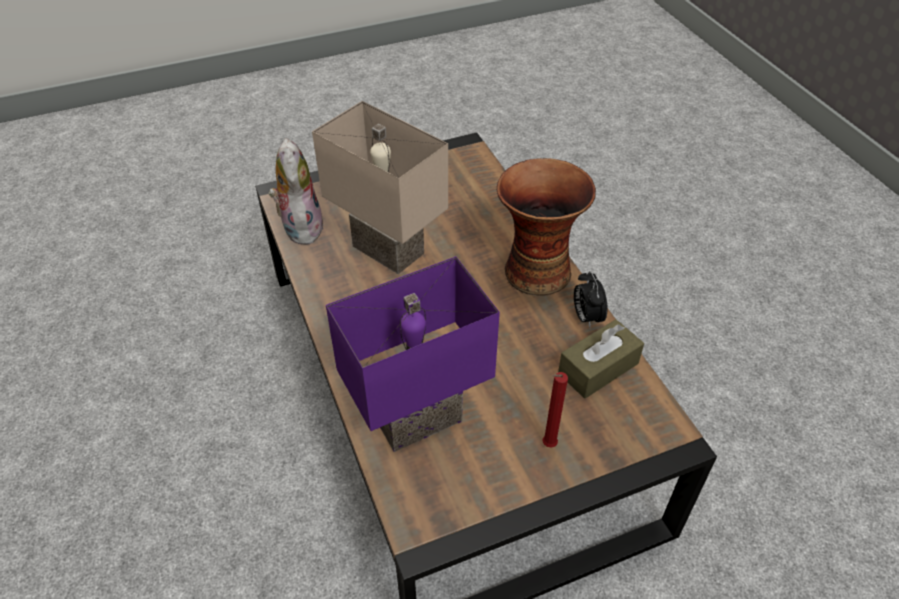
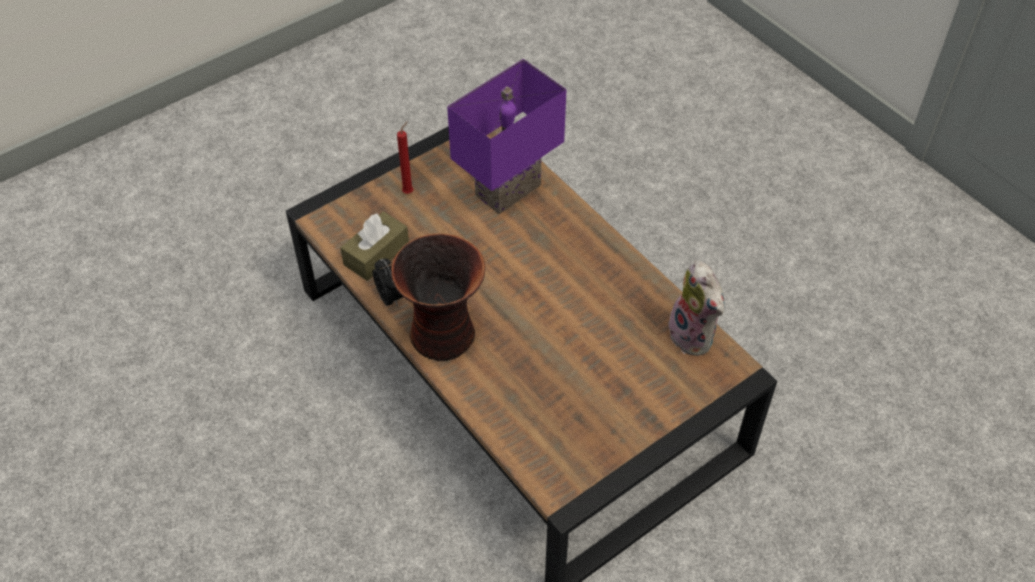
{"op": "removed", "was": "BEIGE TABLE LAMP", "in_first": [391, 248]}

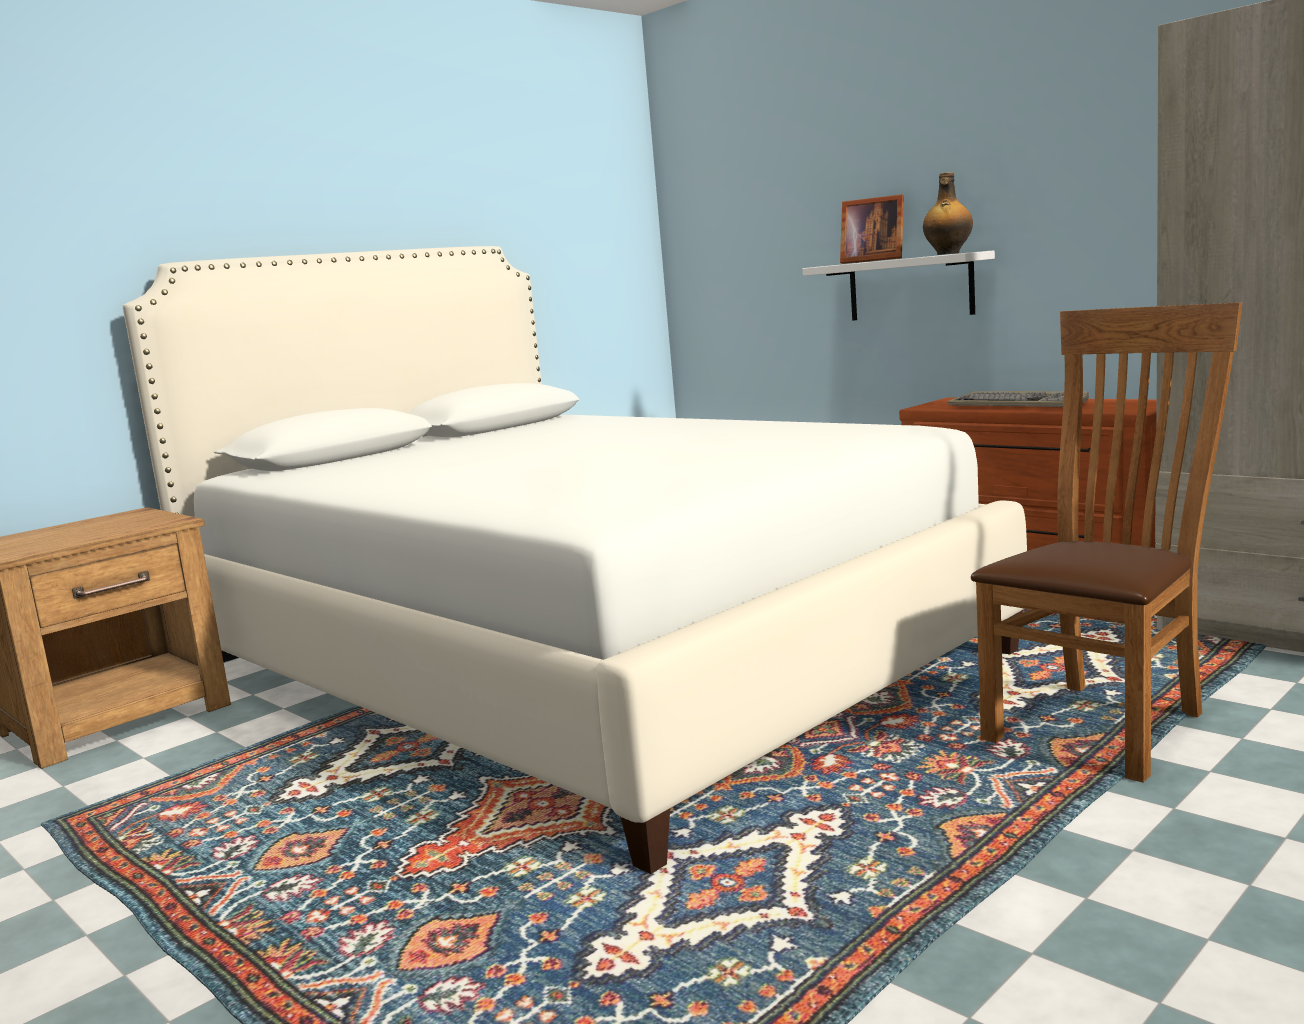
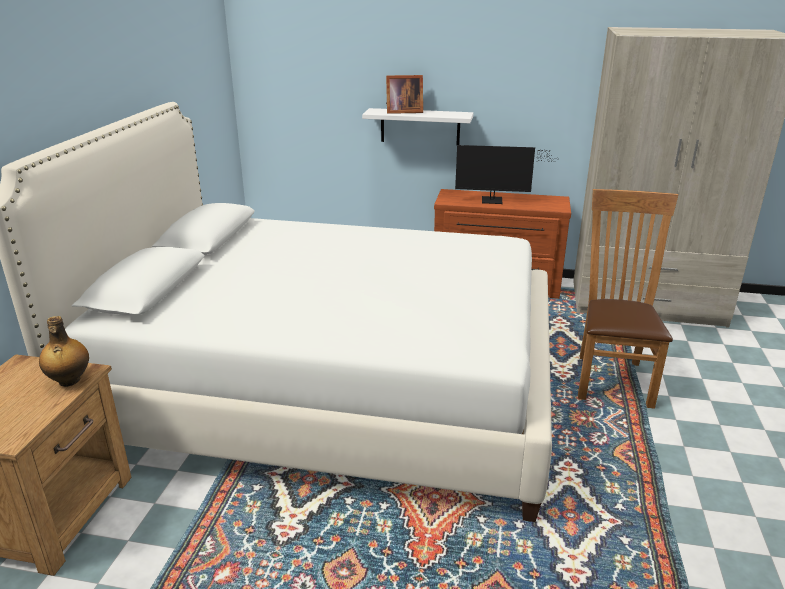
{"op": "moved", "was": "BOTTLE", "in_first": [948, 254], "in_second": [69, 381]}
{"op": "replaced", "was": "KEYBOARD", "now": "MONITOR", "in_first": [1019, 405], "in_second": [495, 200]}

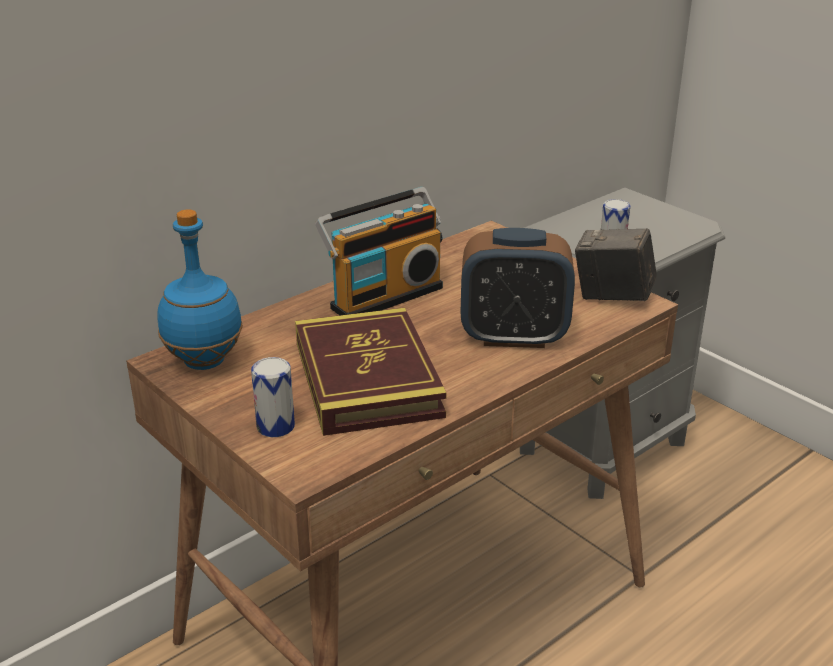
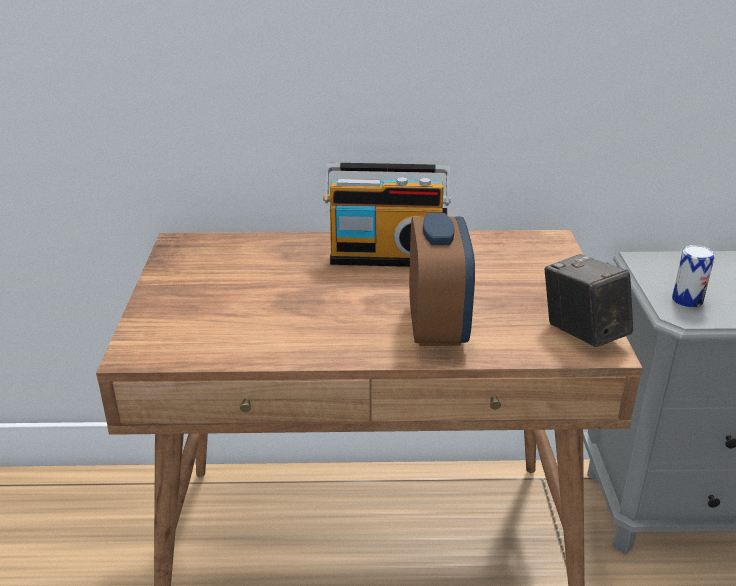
{"op": "removed", "was": "BLUE BOTTLE", "in_first": [204, 362]}
{"op": "turned", "was": "ALARM CLOCK", "in_first": [513, 336], "in_second": [437, 328], "clockwise": -135}
{"op": "removed", "was": "BOOK", "in_first": [367, 379]}
{"op": "removed", "was": "CAN", "in_first": [275, 426]}

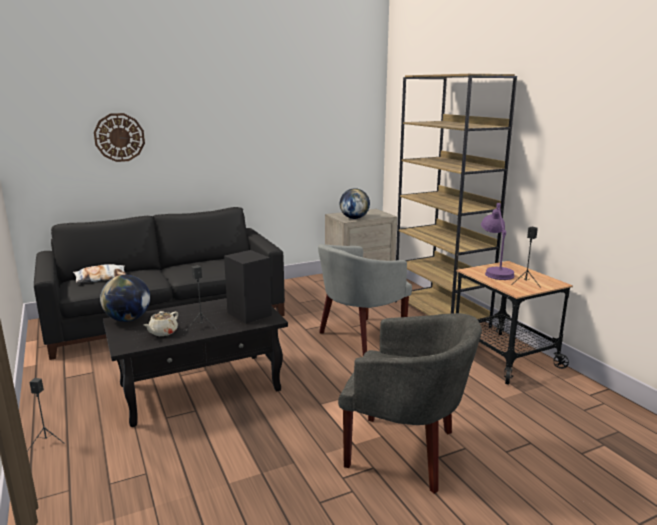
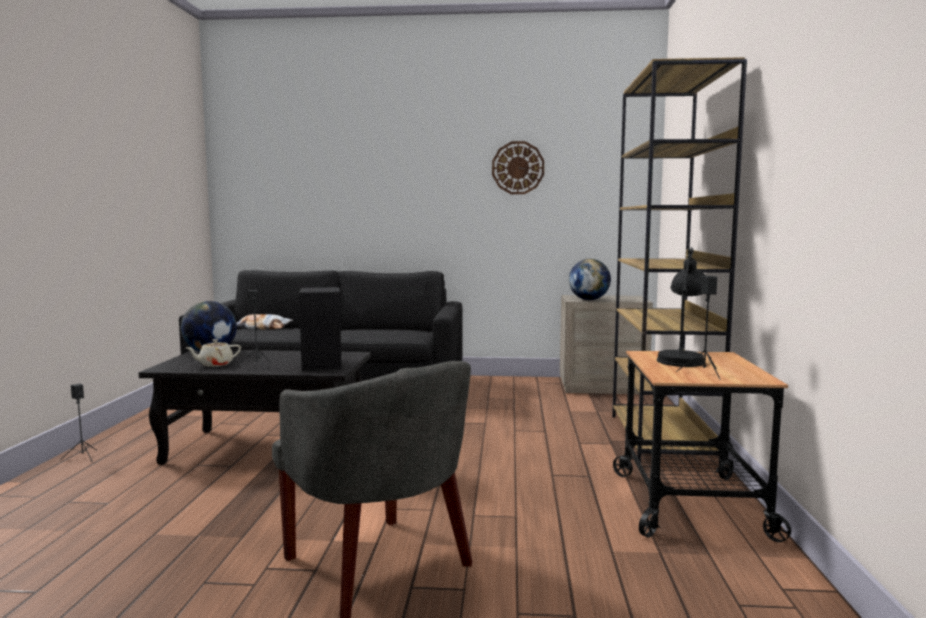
{"op": "moved", "was": "WALL CLOCK", "in_first": [119, 137], "in_second": [518, 168]}
{"op": "recoloured", "was": "PURPLE TABLE LAMP", "now": "BLACK TABLE LAMP", "in_first": [494, 271], "in_second": [683, 357]}
{"op": "removed", "was": "GREY ARMCHAIR", "in_first": [360, 336]}

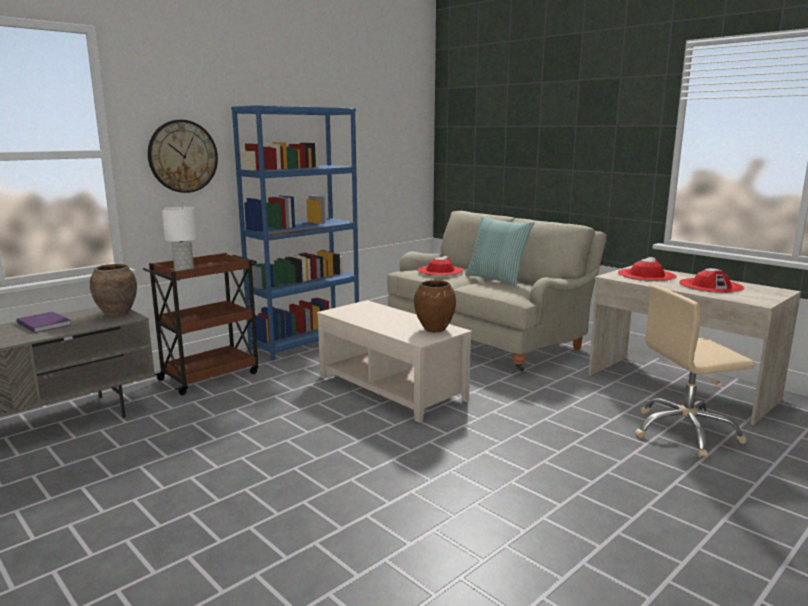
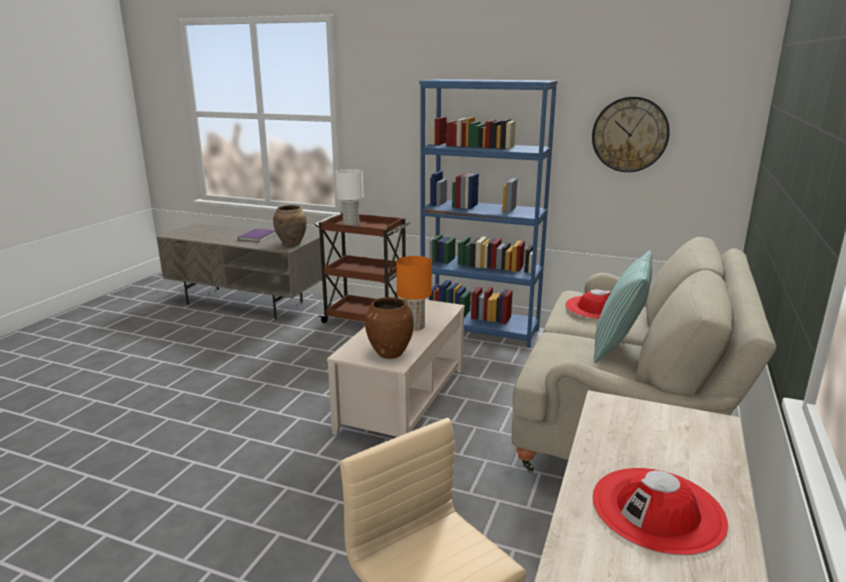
{"op": "moved", "was": "WALL CLOCK", "in_first": [183, 156], "in_second": [630, 134]}
{"op": "removed", "was": "RED HAT", "in_first": [646, 275]}
{"op": "added", "now": "ORANGE TABLE LAMP", "in_second": [415, 326]}

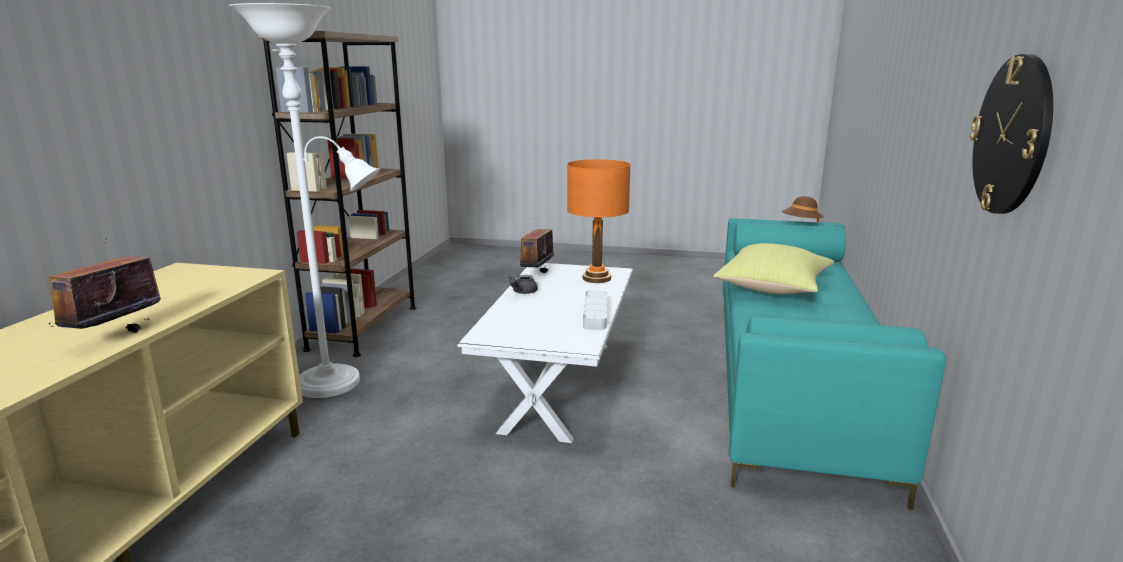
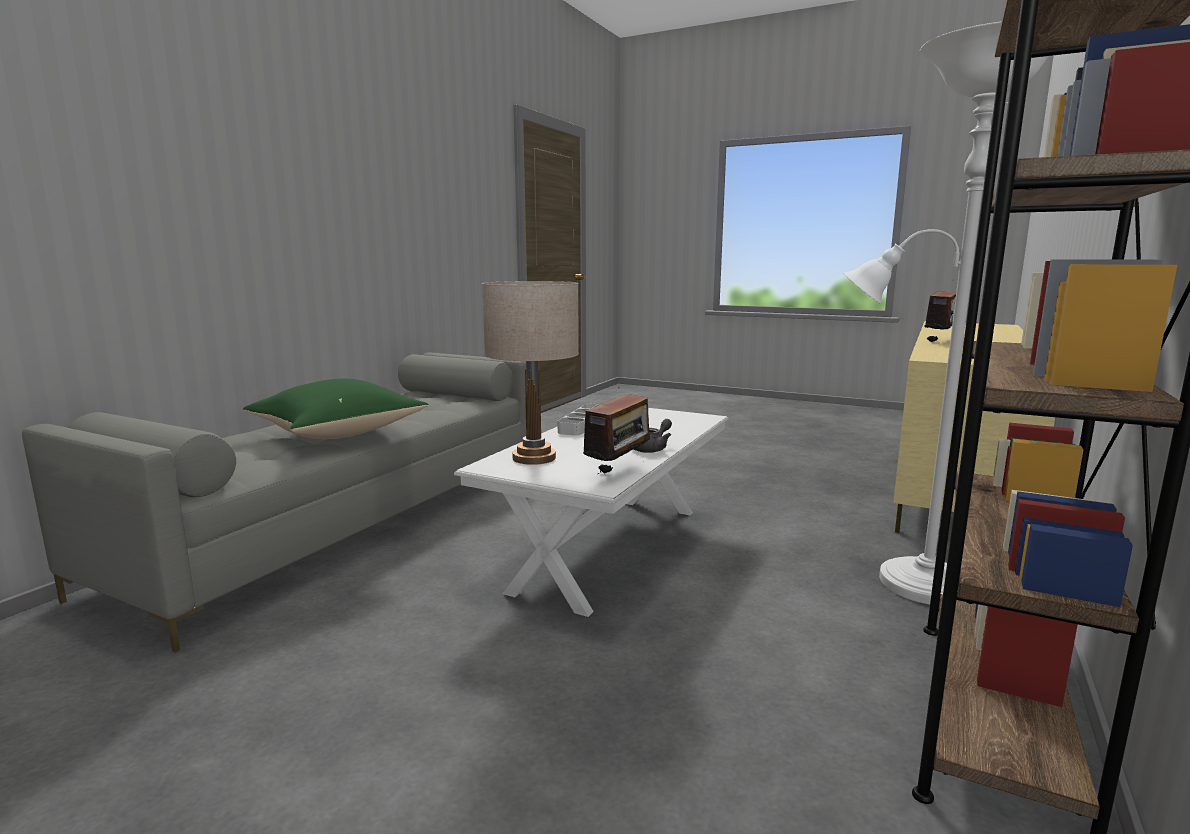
{"op": "removed", "was": "WALL CLOCK", "in_first": [1012, 135]}
{"op": "recoloured", "was": "ORANGE TABLE LAMP", "now": "BEIGE TABLE LAMP", "in_first": [596, 278], "in_second": [534, 458]}
{"op": "removed", "was": "BROWN HAT", "in_first": [801, 224]}
{"op": "recoloured", "was": "TURQUOISE SOFA", "now": "GREY SOFA", "in_first": [792, 382], "in_second": [349, 520]}
{"op": "recoloured", "was": "YELLOW PILLOW", "now": "GREEN PILLOW", "in_first": [773, 290], "in_second": [339, 434]}

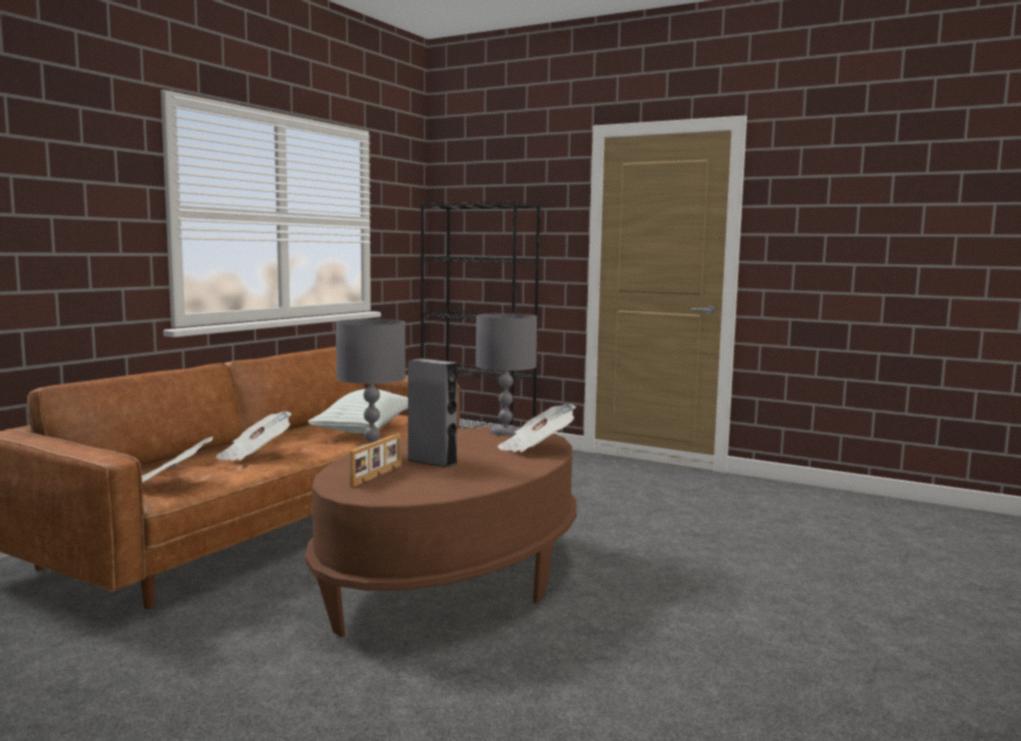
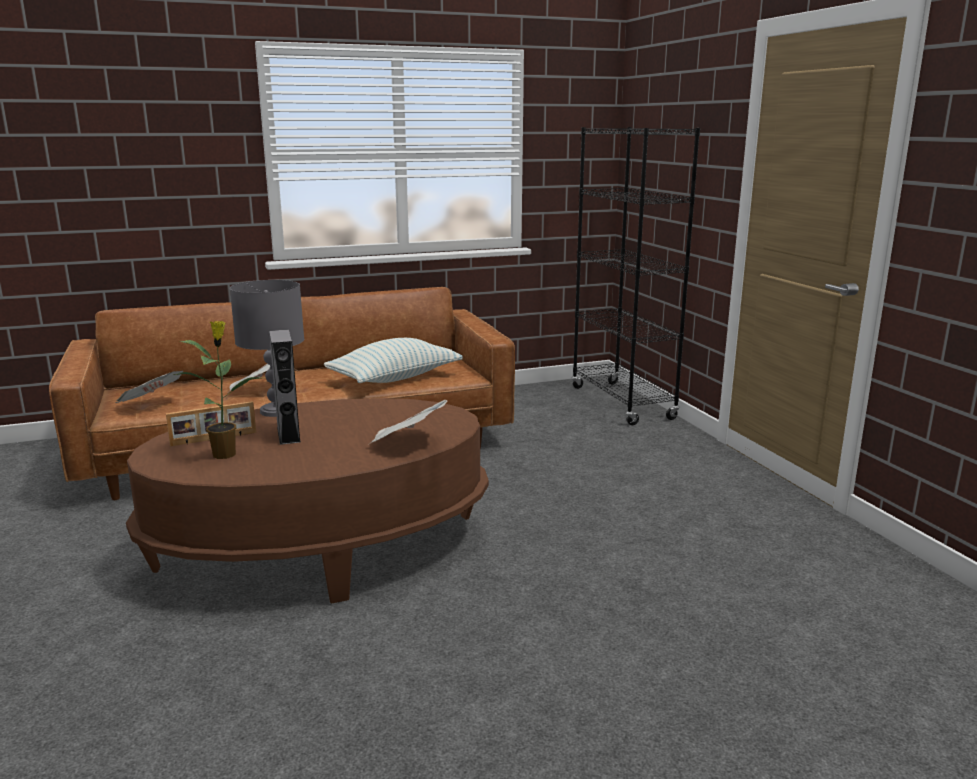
{"op": "removed", "was": "GREY TABLE LAMP", "in_first": [504, 432]}
{"op": "added", "now": "POTTED PLANT", "in_second": [225, 454]}

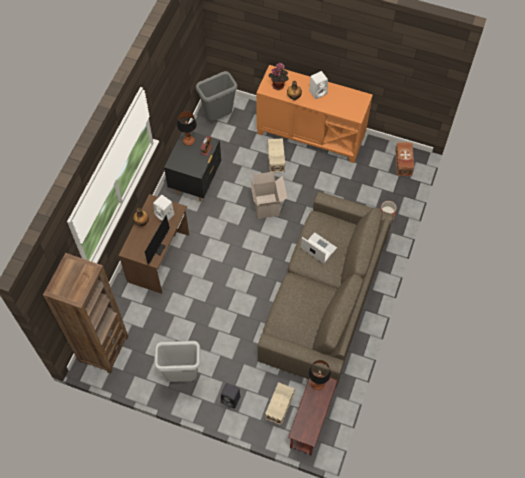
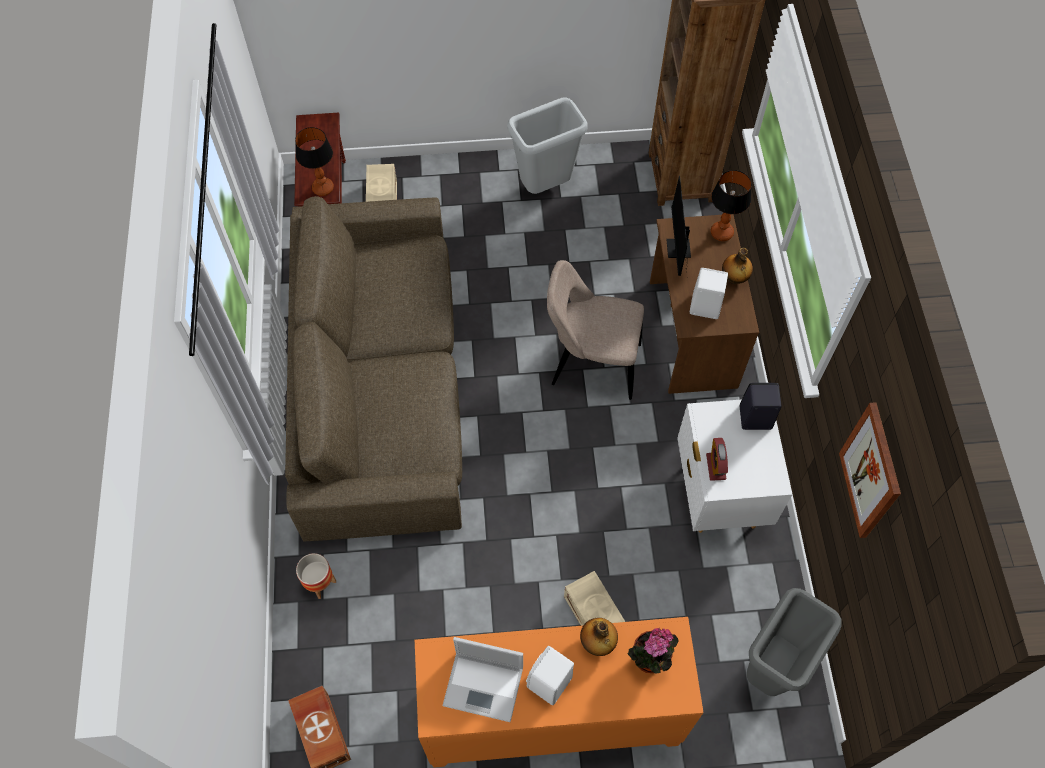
{"op": "moved", "was": "TABLE LAMP", "in_first": [188, 141], "in_second": [722, 232]}
{"op": "recoloured", "was": "BLACK NIGHTSTAND", "now": "WHITE NIGHTSTAND", "in_first": [195, 183], "in_second": [719, 495]}
{"op": "removed", "was": "CARDBOARD BOX", "in_first": [267, 206]}
{"op": "moved", "was": "LAPTOP", "in_first": [318, 248], "in_second": [485, 686]}
{"op": "moved", "was": "BLACK SPEAKER", "in_first": [231, 399], "in_second": [754, 418]}
{"op": "added", "now": "BEIGE CHAIR", "in_second": [591, 364]}
{"op": "added", "now": "PICTURE", "in_second": [871, 471]}

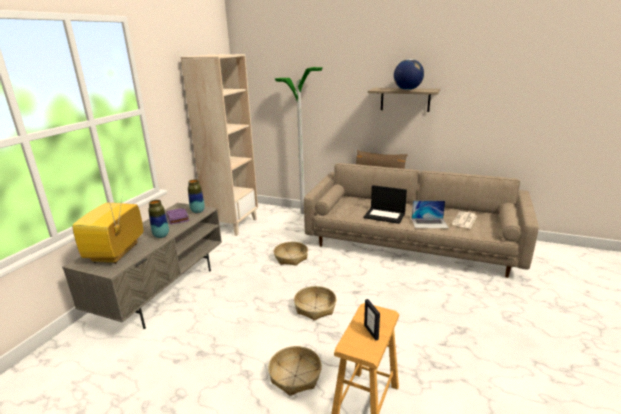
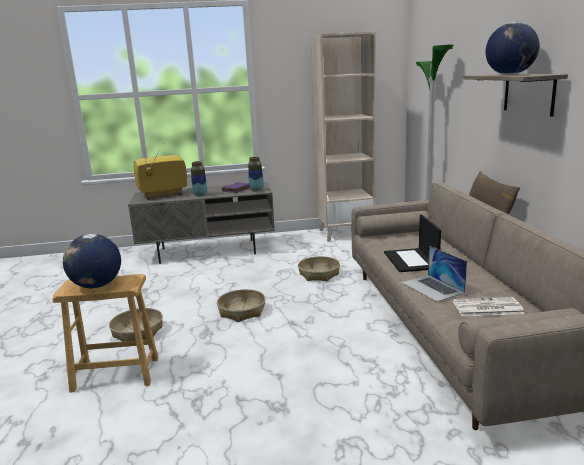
{"op": "replaced", "was": "PICTURE FRAME", "now": "GLOBE", "in_first": [371, 332], "in_second": [96, 286]}

